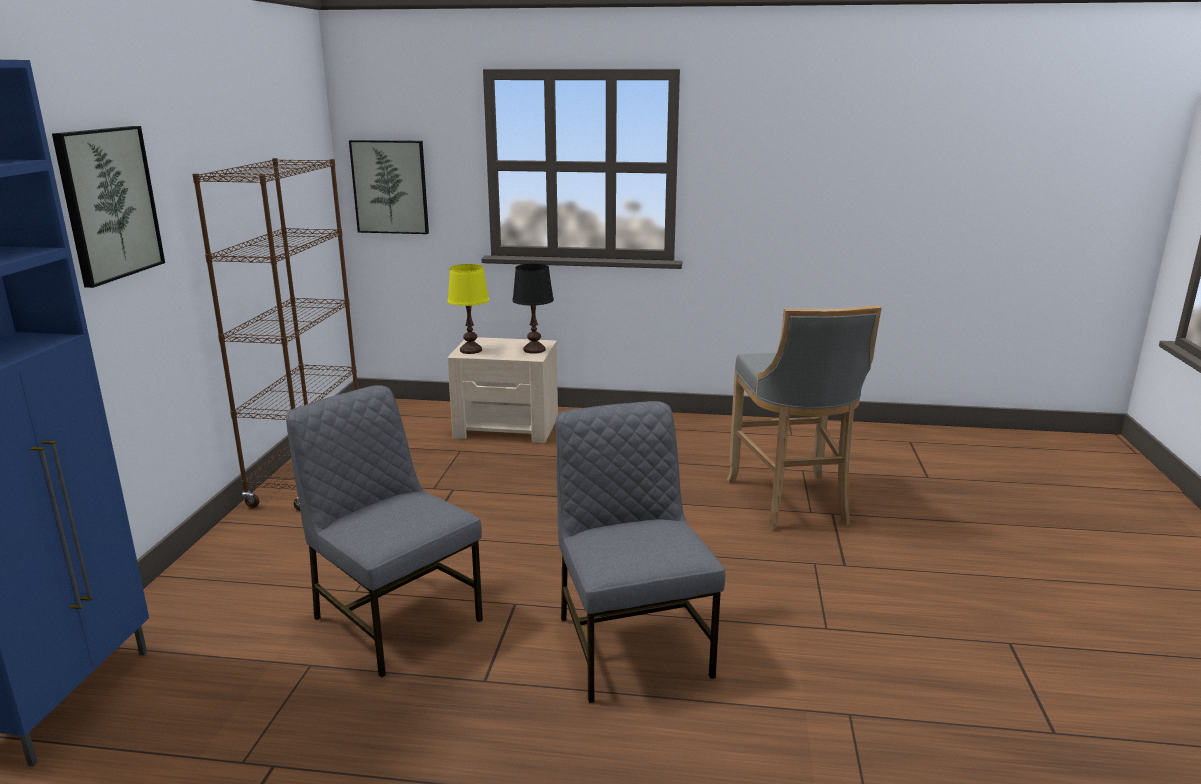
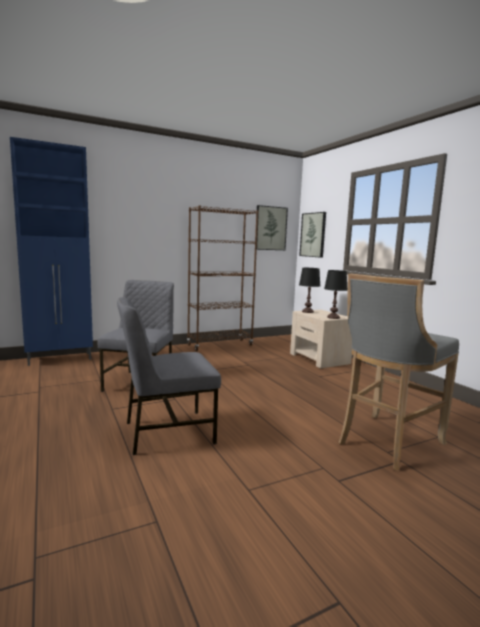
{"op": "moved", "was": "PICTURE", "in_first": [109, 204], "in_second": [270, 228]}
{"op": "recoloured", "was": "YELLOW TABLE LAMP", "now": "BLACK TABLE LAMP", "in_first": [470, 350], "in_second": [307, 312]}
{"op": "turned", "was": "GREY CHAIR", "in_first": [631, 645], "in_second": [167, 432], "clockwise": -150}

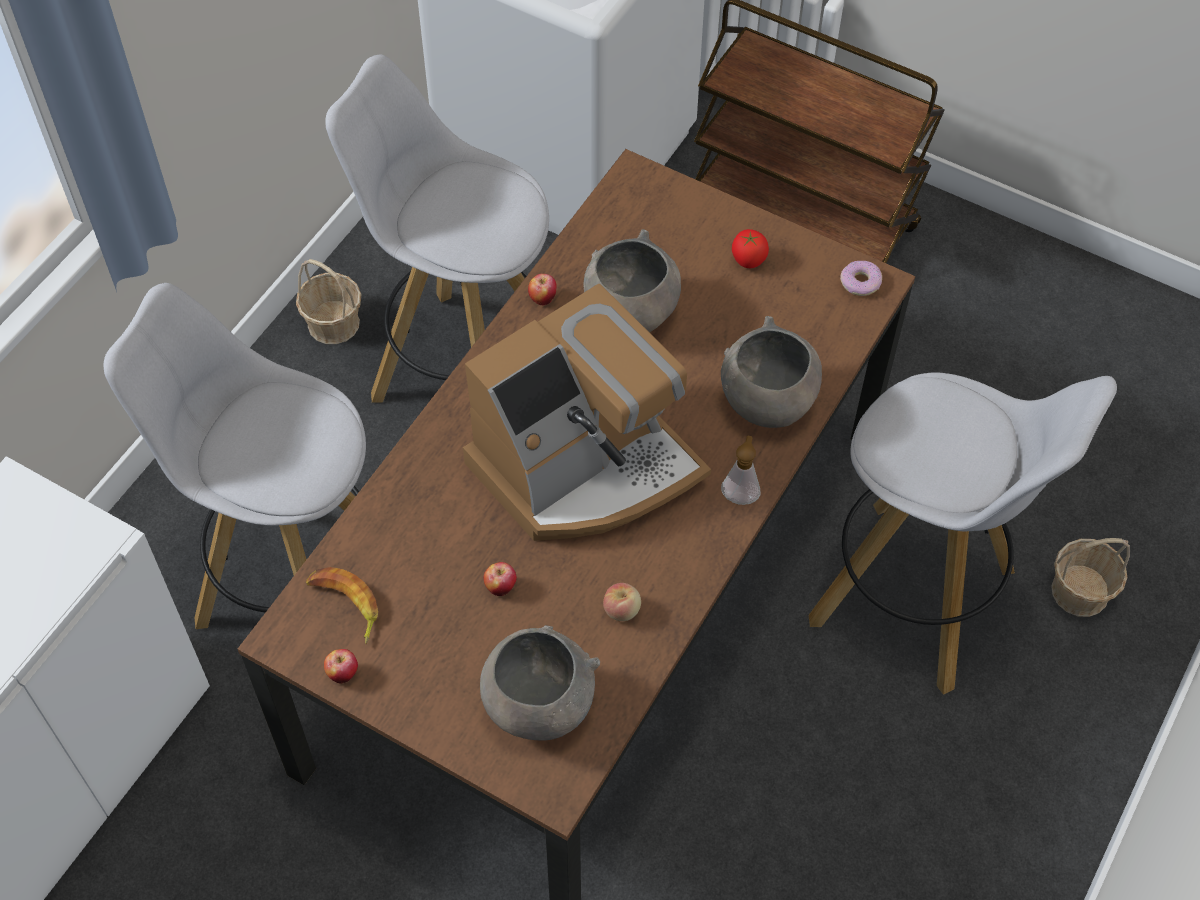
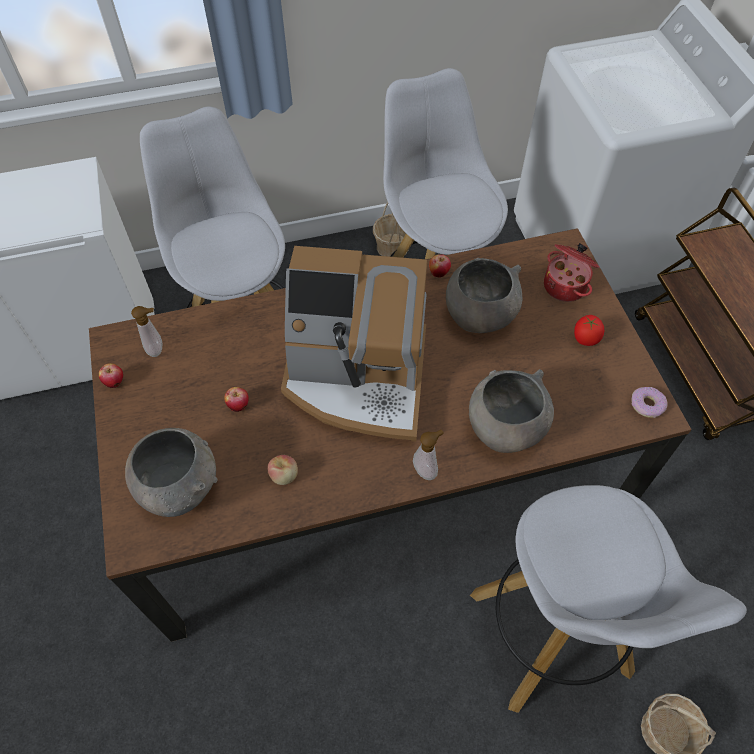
{"op": "replaced", "was": "BANANA", "now": "SOAP DISPENSER", "in_first": [345, 605], "in_second": [157, 349]}
{"op": "added", "now": "COOKING POT", "in_second": [566, 286]}

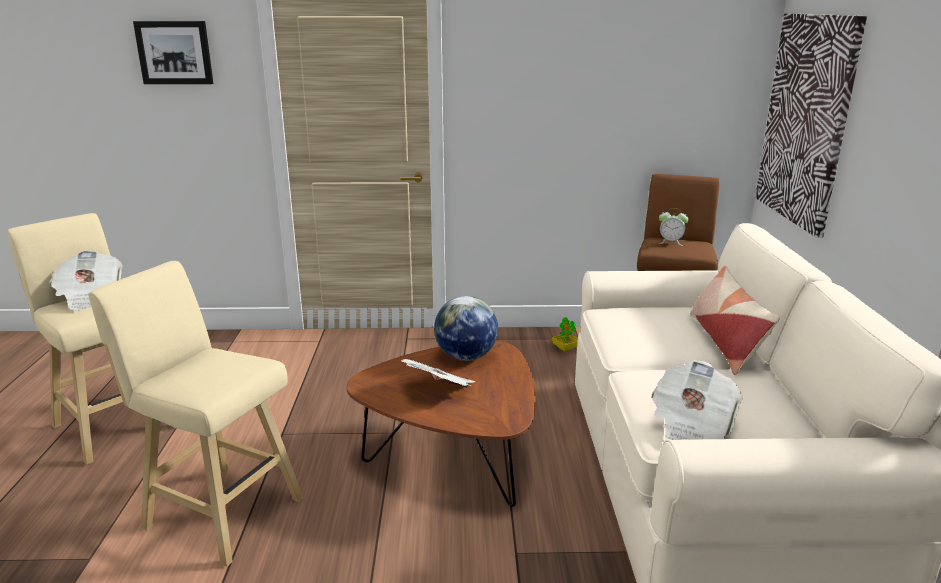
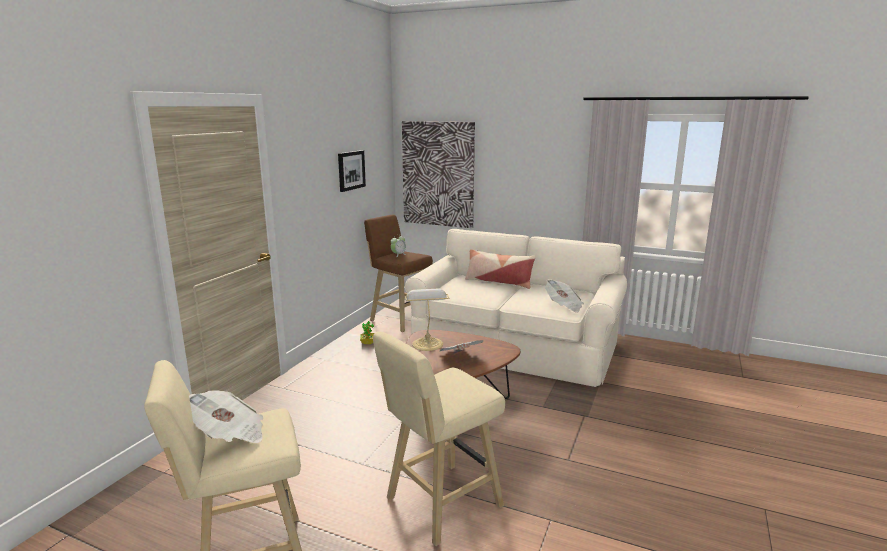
{"op": "moved", "was": "PICTURE", "in_first": [174, 52], "in_second": [351, 170]}
{"op": "replaced", "was": "GLOBE", "now": "TABLE LAMP", "in_first": [465, 357], "in_second": [427, 343]}

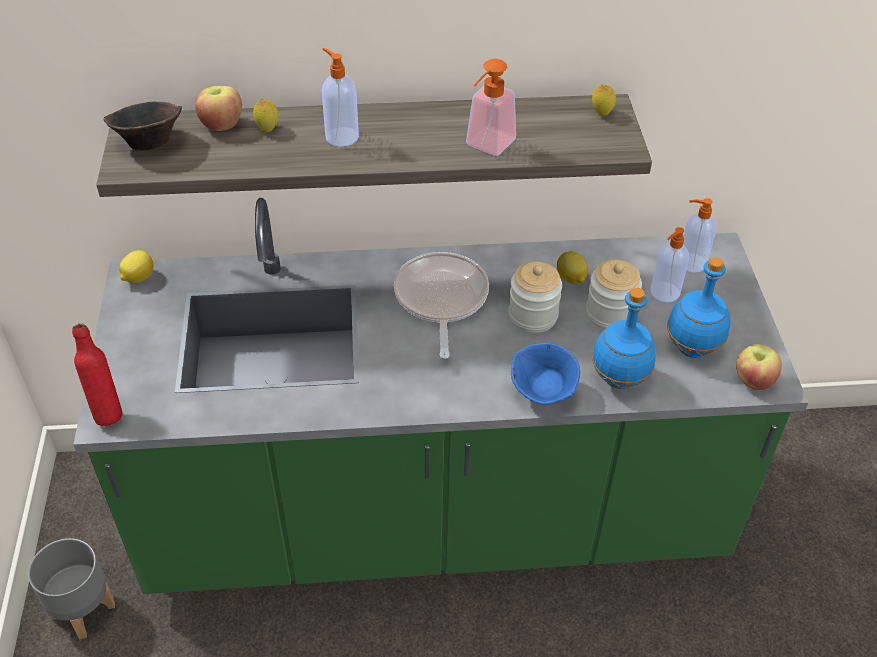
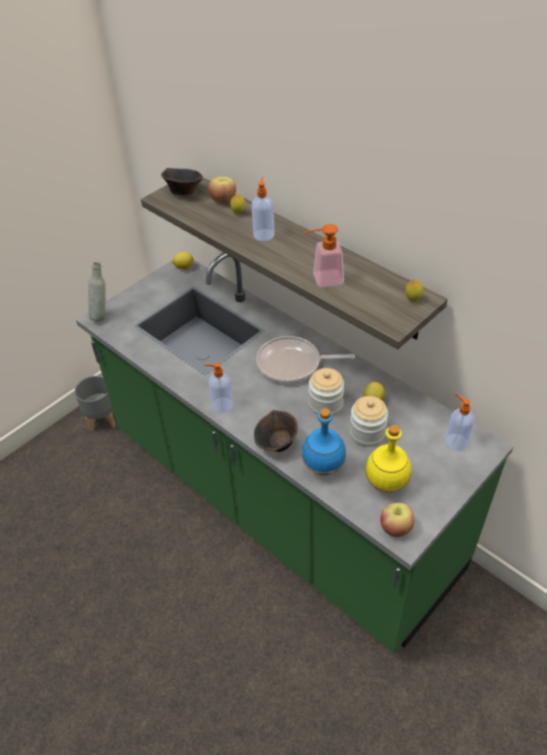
{"op": "moved", "was": "SOAP DISPENSER", "in_first": [664, 293], "in_second": [221, 405]}
{"op": "turned", "was": "FRYING PAN", "in_first": [440, 299], "in_second": [293, 364], "clockwise": -135}
{"op": "recoloured", "was": "BLUE BOTTLE", "now": "YELLOW BOTTLE", "in_first": [692, 348], "in_second": [386, 484]}
{"op": "recoloured", "was": "RED BOTTLE", "now": "GREY BOTTLE", "in_first": [107, 411], "in_second": [102, 315]}
{"op": "recoloured", "was": "BLUE BOWL", "now": "BROWN BOWL", "in_first": [543, 393], "in_second": [276, 444]}

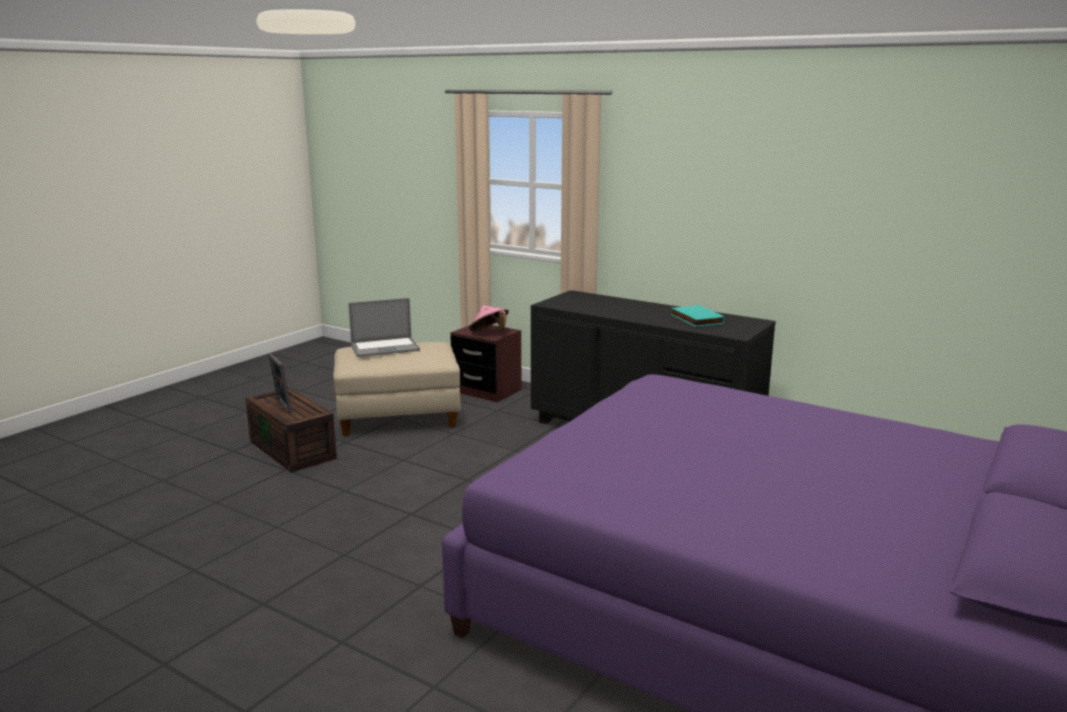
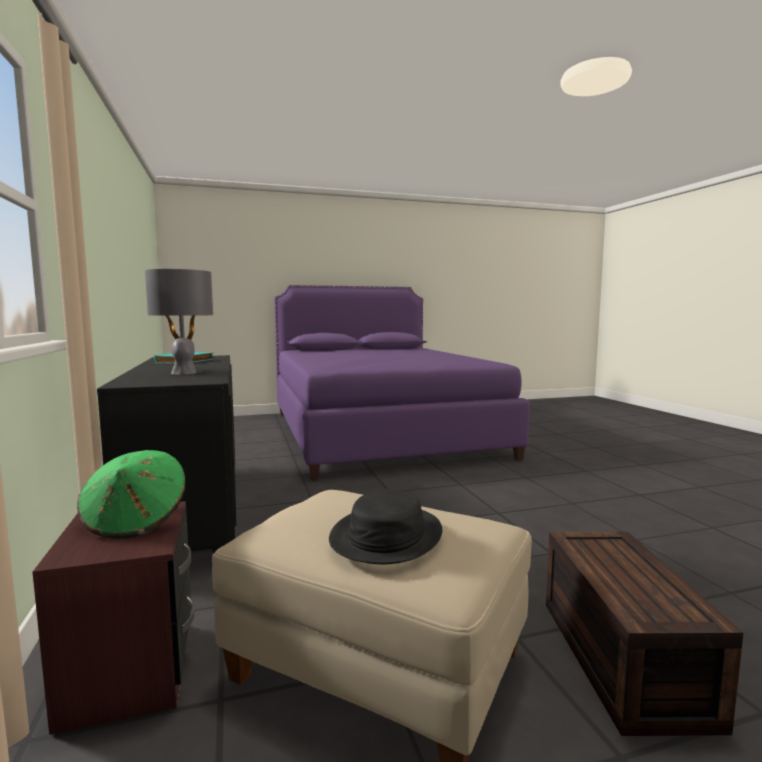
{"op": "replaced", "was": "LAPTOP", "now": "BLACK HAT", "in_first": [385, 348], "in_second": [386, 535]}
{"op": "recoloured", "was": "PINK HAT", "now": "GREEN HAT", "in_first": [489, 333], "in_second": [136, 521]}
{"op": "removed", "was": "PICTURE FRAME", "in_first": [282, 407]}
{"op": "added", "now": "GREY TABLE LAMP", "in_second": [184, 373]}

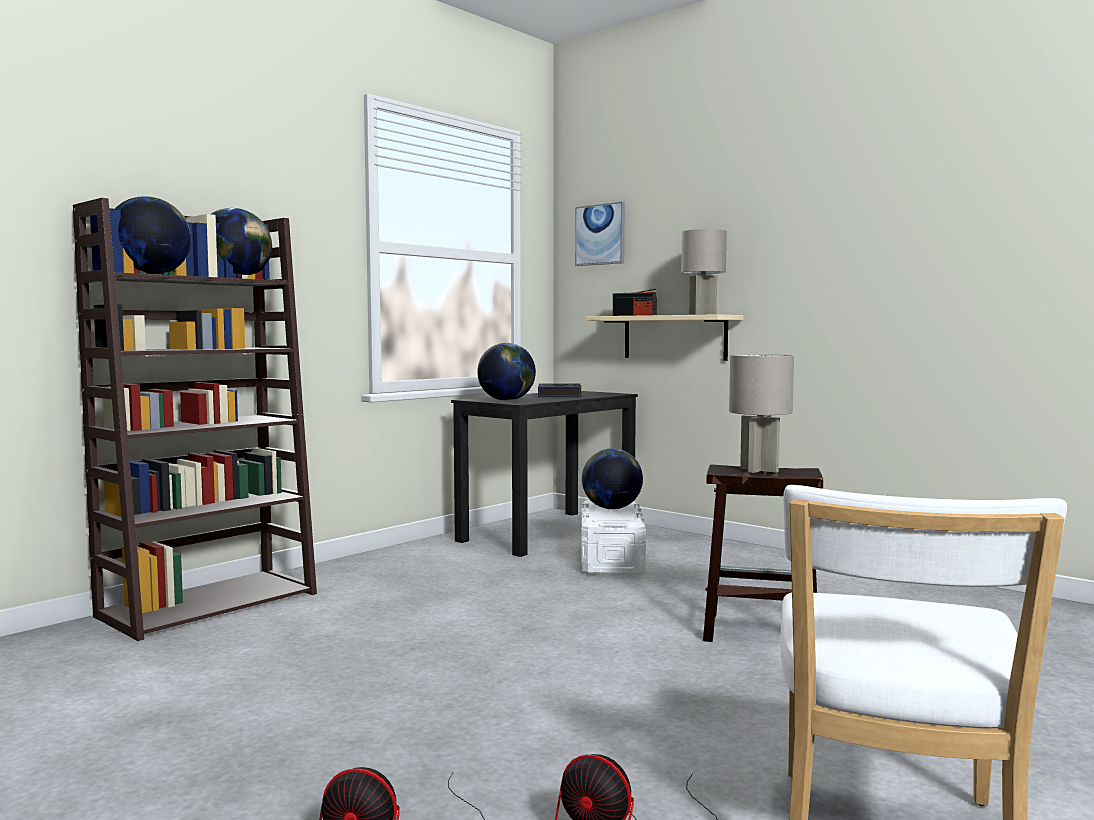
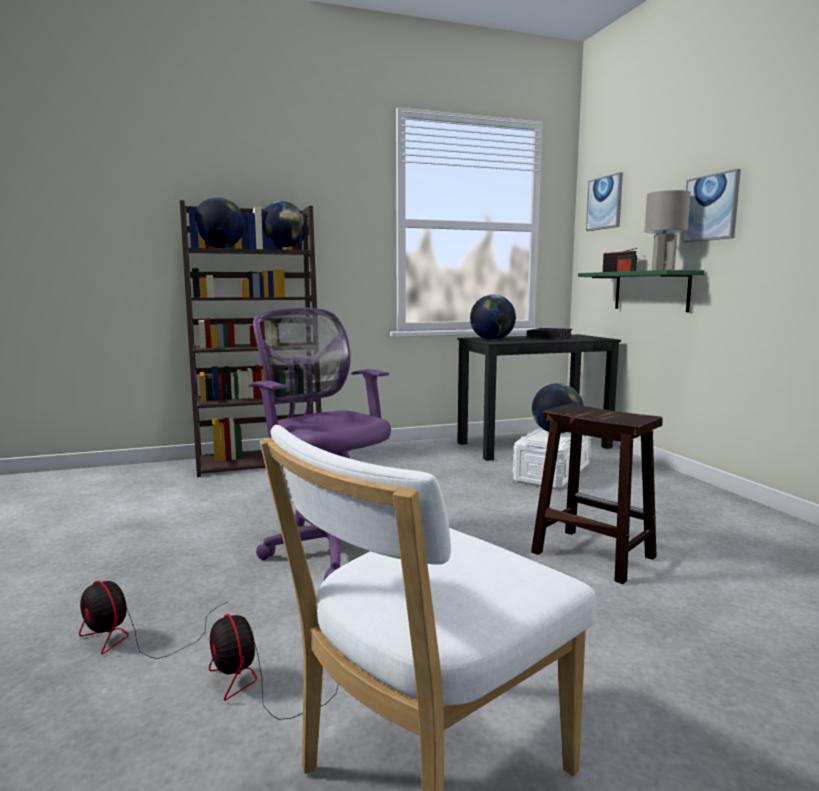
{"op": "recoloured", "was": "BEIGE SHELF", "now": "GREEN SHELF", "in_first": [674, 337], "in_second": [651, 291]}
{"op": "removed", "was": "GREY TABLE LAMP", "in_first": [758, 470]}
{"op": "added", "now": "PICTURE", "in_second": [711, 208]}
{"op": "added", "now": "PURPLE OFFICE CHAIR", "in_second": [330, 545]}

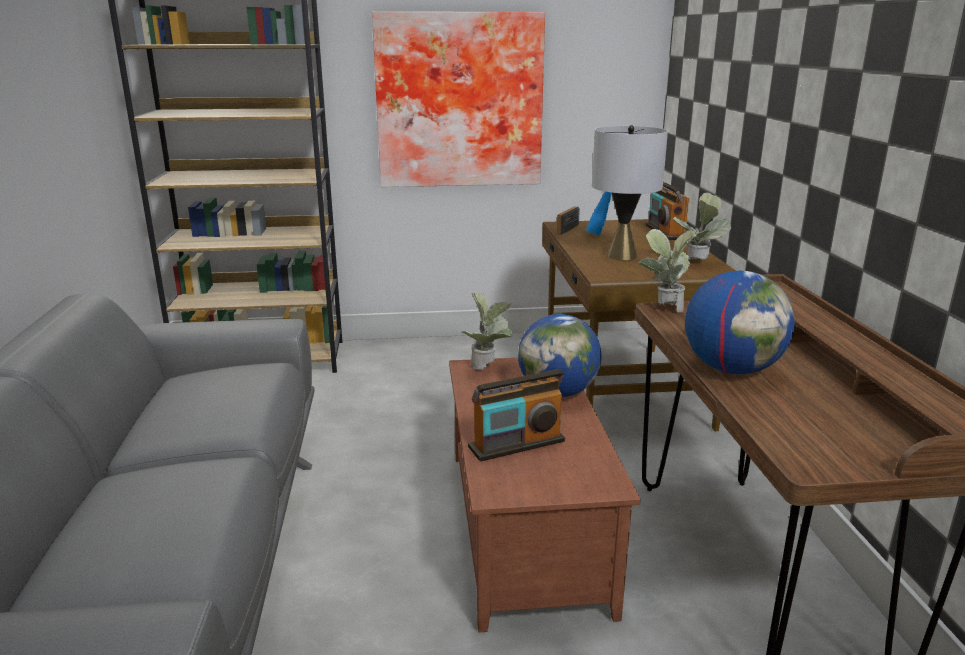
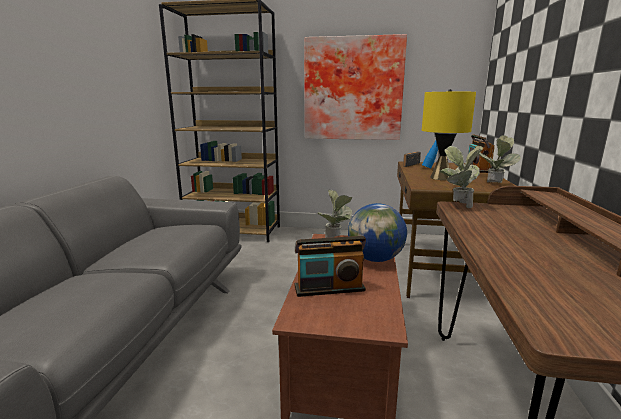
{"op": "recoloured", "was": "GREY TABLE LAMP", "now": "YELLOW TABLE LAMP", "in_first": [621, 256], "in_second": [440, 178]}
{"op": "removed", "was": "GLOBE", "in_first": [732, 369]}

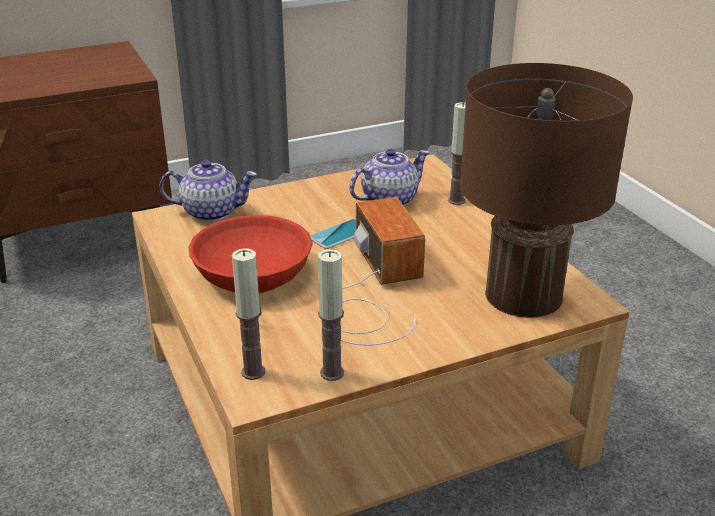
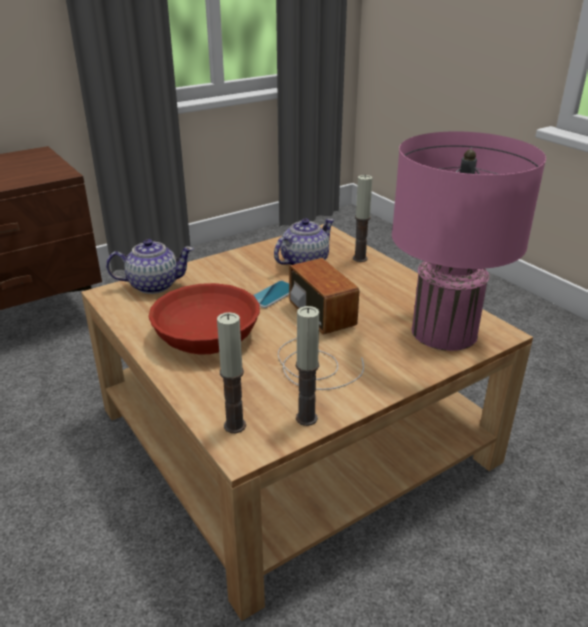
{"op": "recoloured", "was": "BROWN TABLE LAMP", "now": "PINK TABLE LAMP", "in_first": [523, 295], "in_second": [444, 332]}

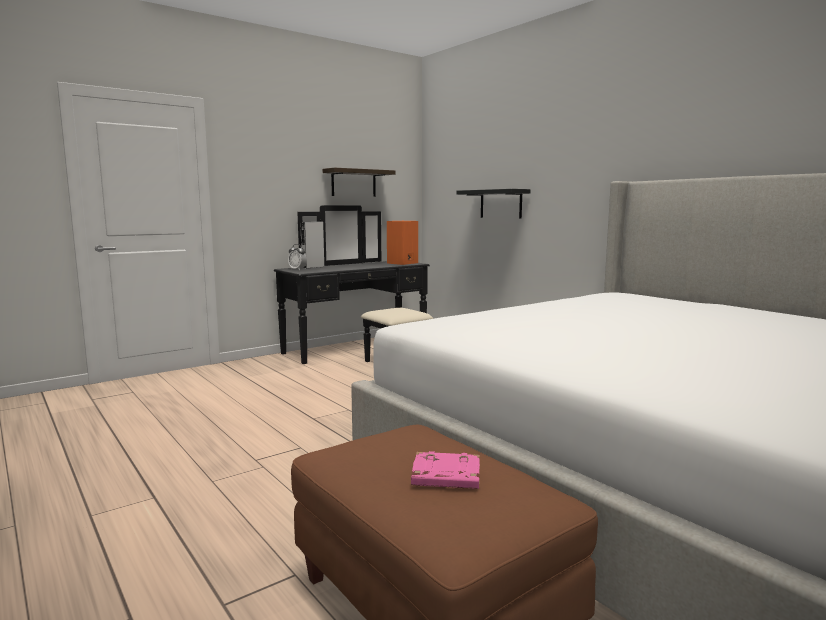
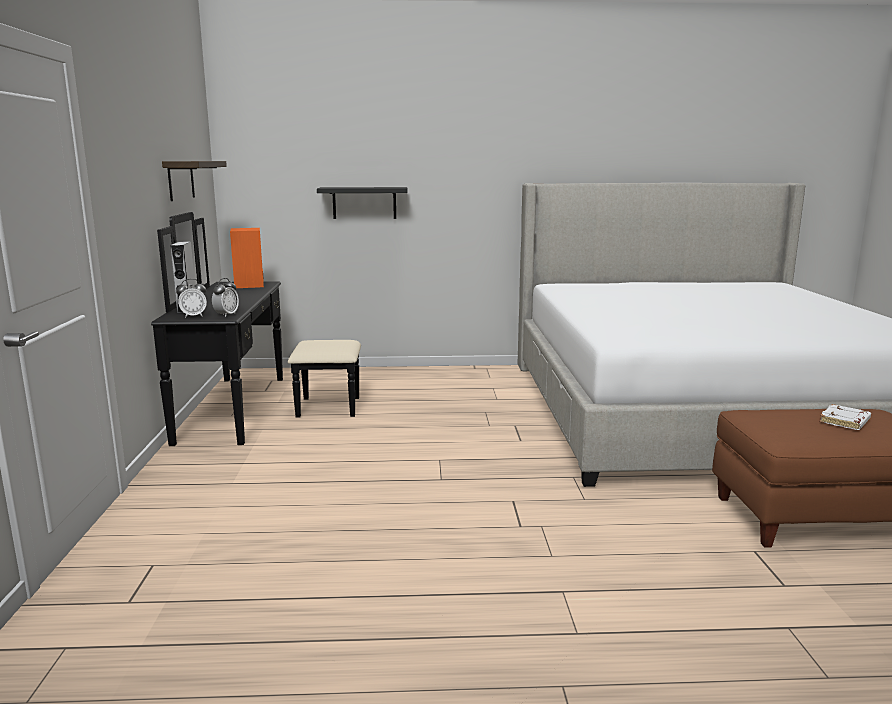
{"op": "recoloured", "was": "PINK BOOK", "now": "WHITE BOOK", "in_first": [445, 477], "in_second": [845, 421]}
{"op": "added", "now": "ALARM CLOCK", "in_second": [226, 315]}

